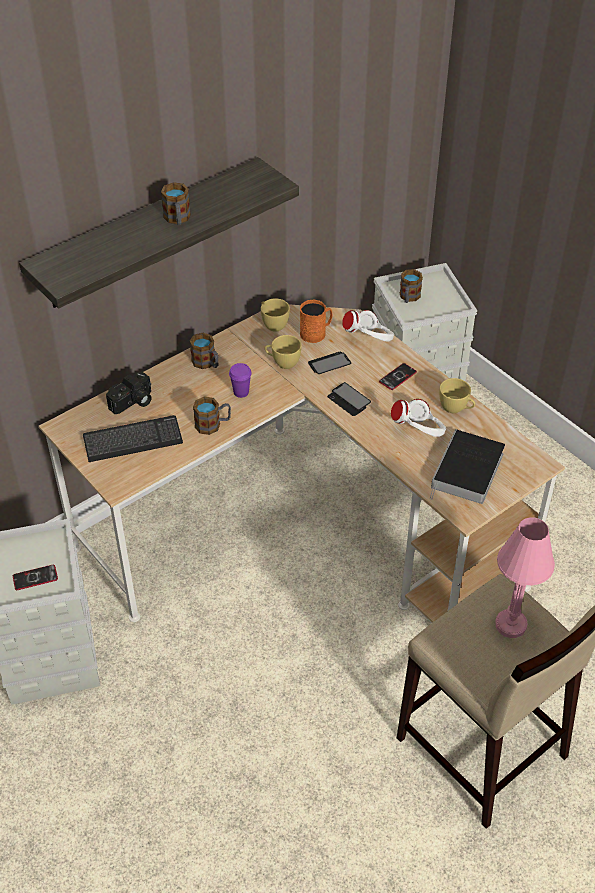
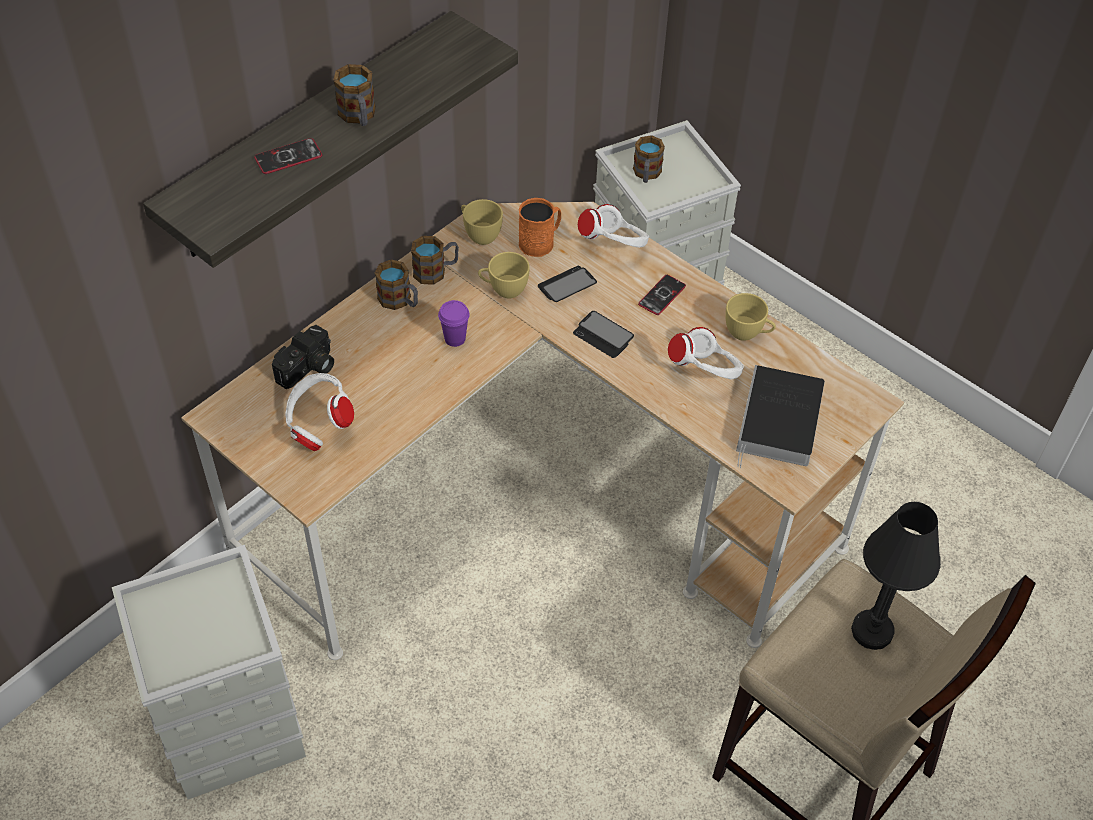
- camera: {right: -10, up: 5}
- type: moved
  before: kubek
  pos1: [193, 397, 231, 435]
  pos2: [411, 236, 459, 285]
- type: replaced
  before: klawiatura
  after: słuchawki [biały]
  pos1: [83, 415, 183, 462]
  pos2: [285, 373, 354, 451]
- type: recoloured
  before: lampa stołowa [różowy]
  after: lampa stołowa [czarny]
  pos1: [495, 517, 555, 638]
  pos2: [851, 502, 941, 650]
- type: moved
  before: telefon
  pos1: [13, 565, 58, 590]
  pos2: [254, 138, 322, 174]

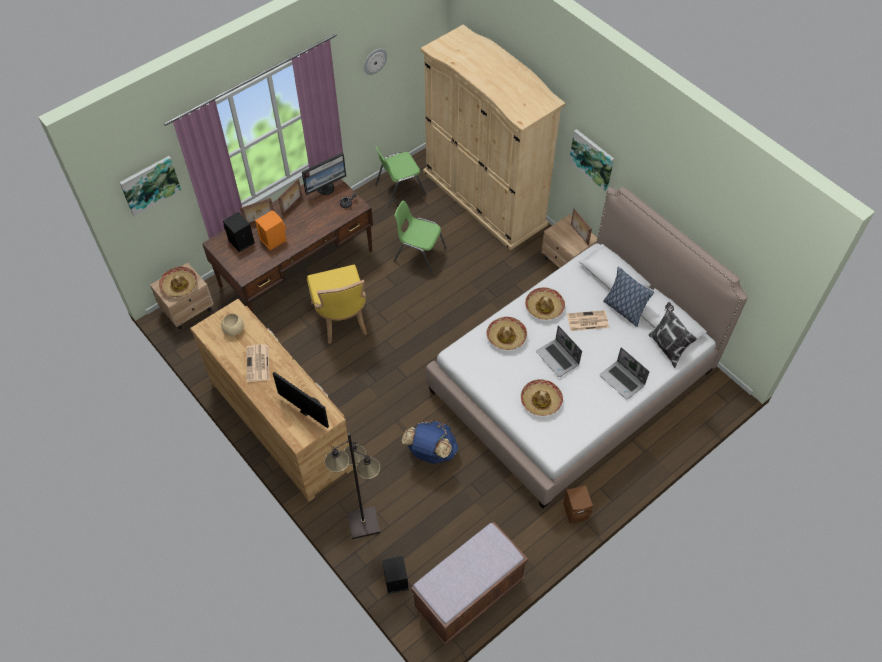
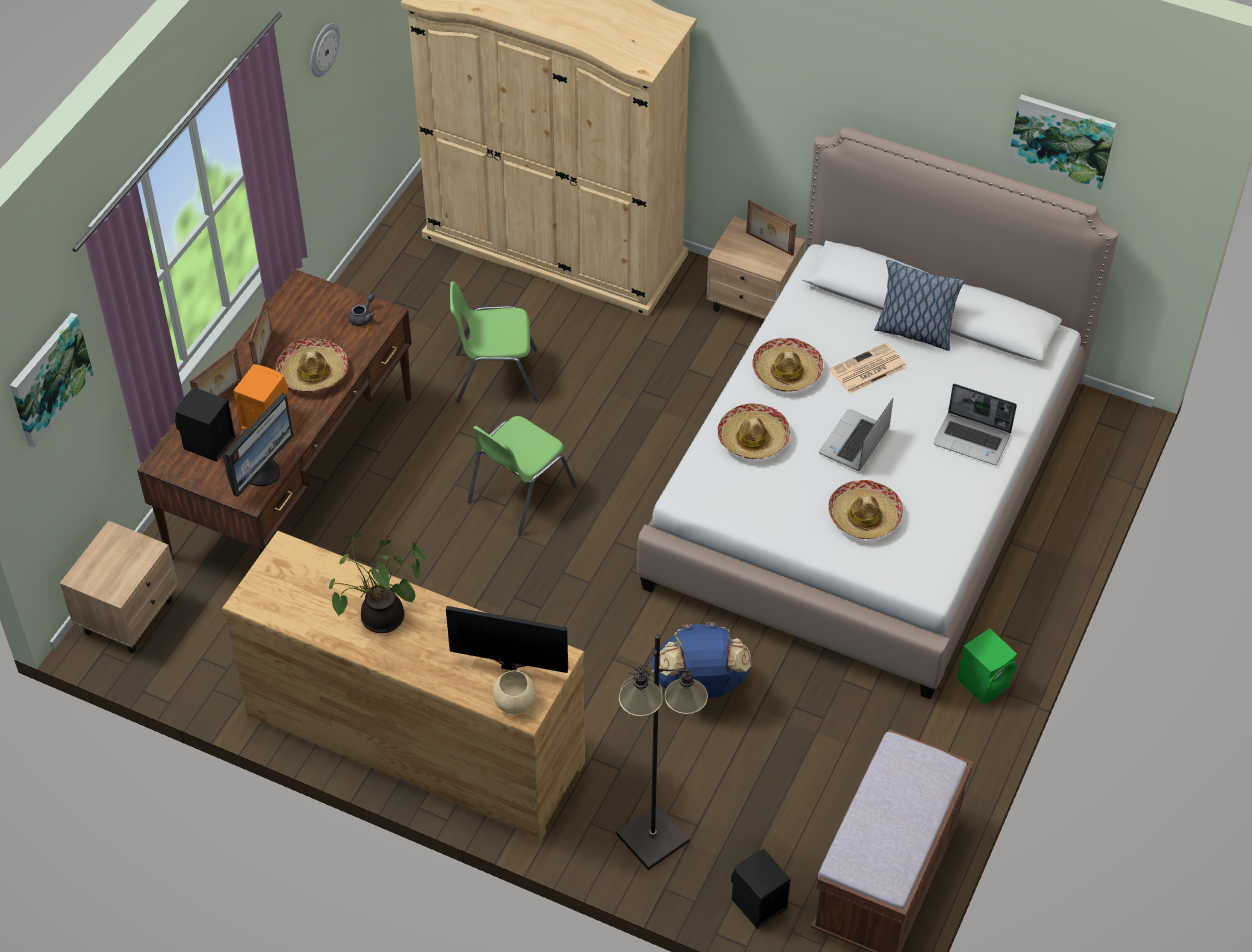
- camera: {right: -25, up: -5}
- type: moved
  before: obraz
  pos1: [569, 129, 614, 191]
  pos2: [1008, 94, 1117, 190]
- type: moved
  before: krzesło [zielony]
  pos1: [375, 146, 426, 207]
  pos2: [468, 416, 577, 536]
- type: moved
  before: monitor
  pos1: [302, 152, 346, 195]
  pos2: [223, 392, 294, 497]
- type: removed
  before: krzesło [żółty]
  pos1: [307, 265, 367, 344]
- type: moved
  before: kapelusz
  pos1: [159, 266, 197, 297]
  pos2: [276, 338, 348, 393]
- type: removed
  before: poduszka
  pos1: [649, 302, 697, 368]
- type: moved
  before: miska [beżowy]
  pos1: [221, 314, 244, 336]
  pos2: [493, 670, 536, 714]
- type: turned
  before: laptop
  pos1: [536, 325, 582, 377]
  pos2: [819, 398, 893, 471]
  turn: 90
- type: replaced
  before: gazeta
  after: roślina doniczkowa
  pos1: [246, 344, 269, 382]
  pos2: [329, 532, 426, 633]
- type: recoloured
  before: głośnik [brązowy]
  after: głośnik [zielony]
  pos1: [563, 486, 593, 523]
  pos2: [957, 628, 1017, 705]

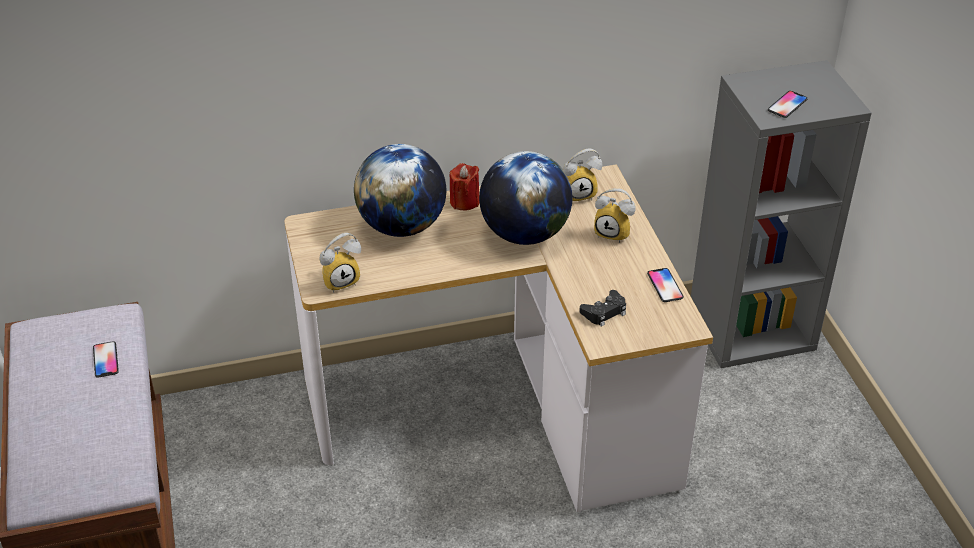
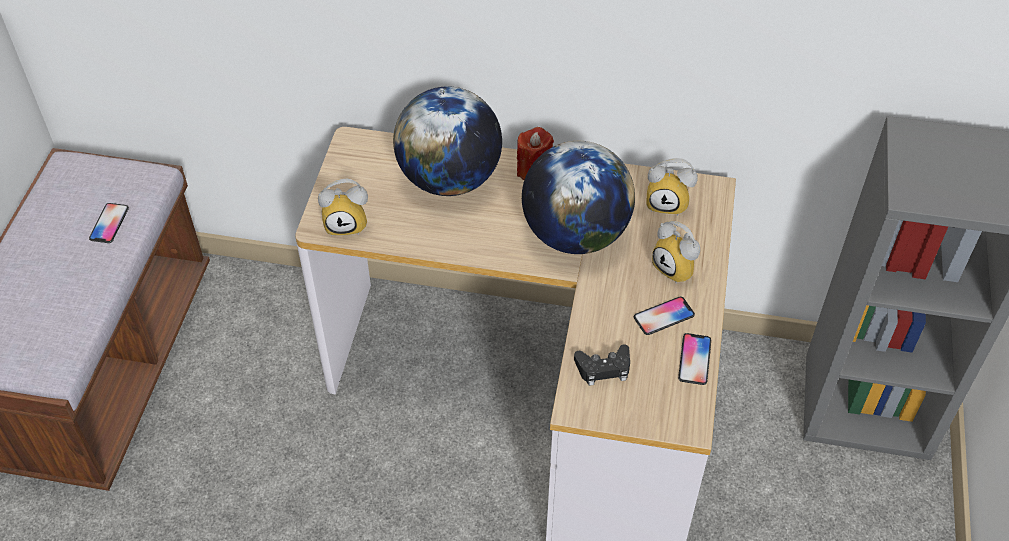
- camera: {right: 25, up: 10}
- type: moved
  before: telefon
  pos1: [768, 91, 808, 118]
  pos2: [634, 297, 695, 335]

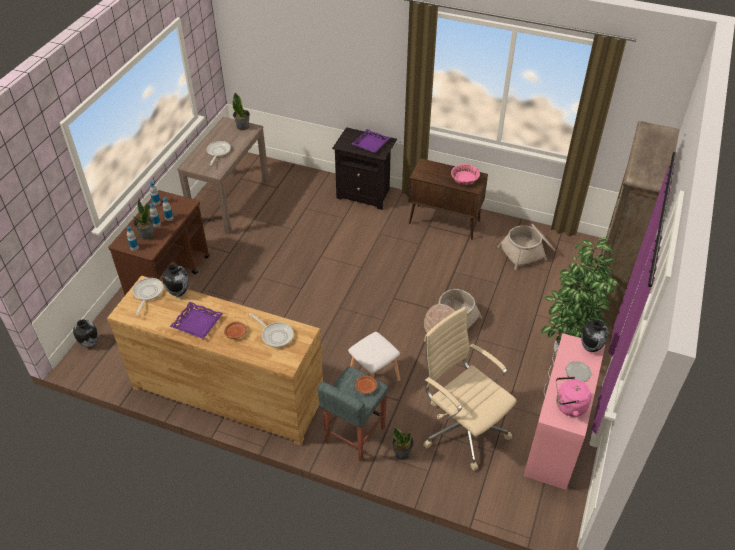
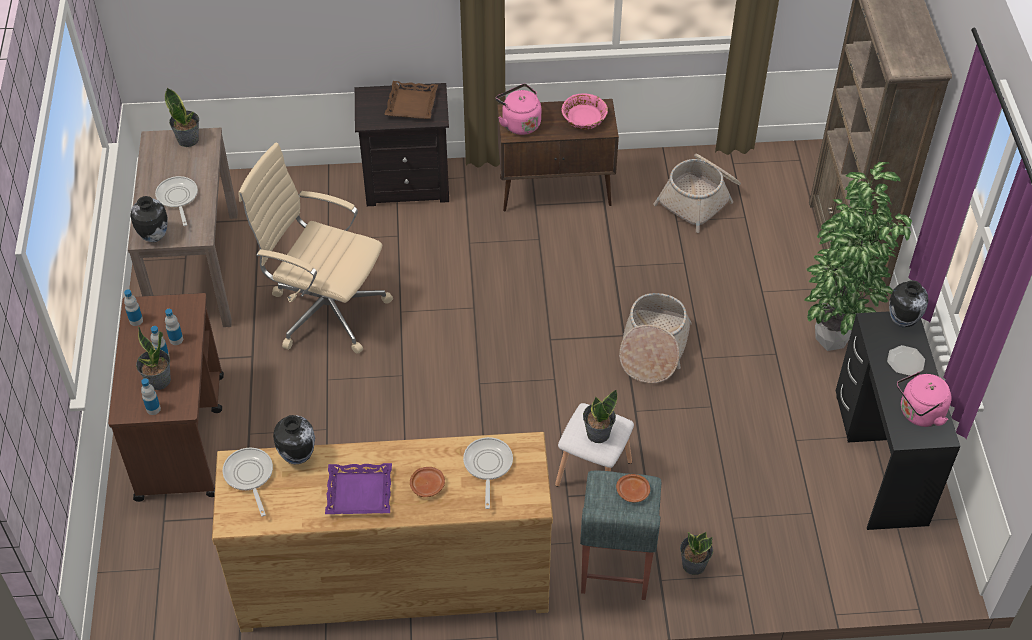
- camera: {right: -25, up: 5}
- type: recoloured
  before: taca [fioletowy]
  after: taca [brązowy]
  pos1: [352, 129, 390, 153]
  pos2: [384, 81, 438, 119]
- type: moved
  before: krzesło biurowe [beżowy]
  pos1: [423, 307, 517, 471]
  pos2: [238, 142, 393, 354]
- type: turned
  before: patelnia
  pos1: [249, 313, 294, 348]
  pos2: [463, 437, 513, 509]
  turn: -105
- type: moved
  before: wazon
  pos1: [73, 319, 97, 347]
  pos2: [131, 196, 168, 242]
- type: recoloured
  before: biurko [różowy]
  after: biurko [czarny]
  pos1: [523, 333, 605, 490]
  pos2: [836, 311, 960, 530]
- type: added
  after: czajnik [różowy]
  pos2: [496, 84, 541, 135]
- type: added
  after: roślina doniczkowa
  pos2: [583, 389, 617, 443]

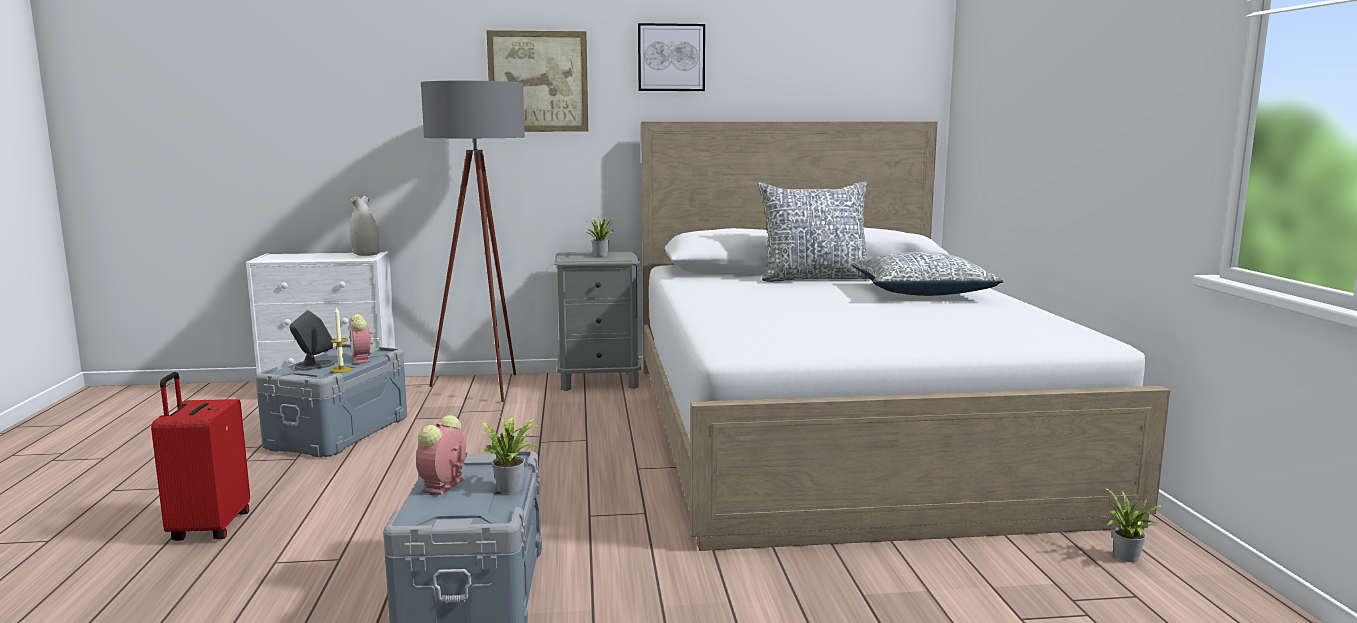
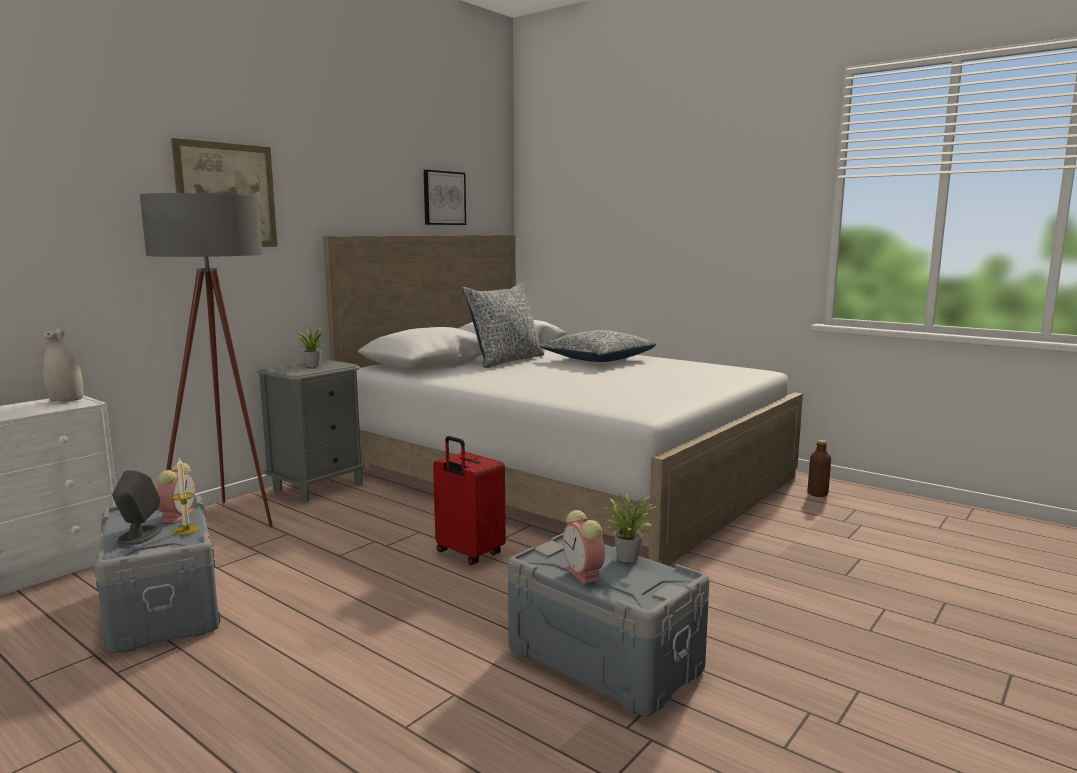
- camera: {right: -45, up: 0}
- type: moved
  before: obraz
  pos1: [638, 23, 705, 91]
  pos2: [423, 170, 466, 225]
- type: turned
  before: budzik
  pos1: [349, 314, 373, 364]
  pos2: [157, 463, 195, 523]
  turn: -105
- type: moved
  before: walizka [czerwony]
  pos1: [151, 372, 250, 541]
  pos2: [433, 436, 506, 565]
- type: replaced
  before: roślina doniczkowa
  after: butelka [brązowy]
  pos1: [1102, 488, 1164, 562]
  pos2: [807, 440, 831, 497]

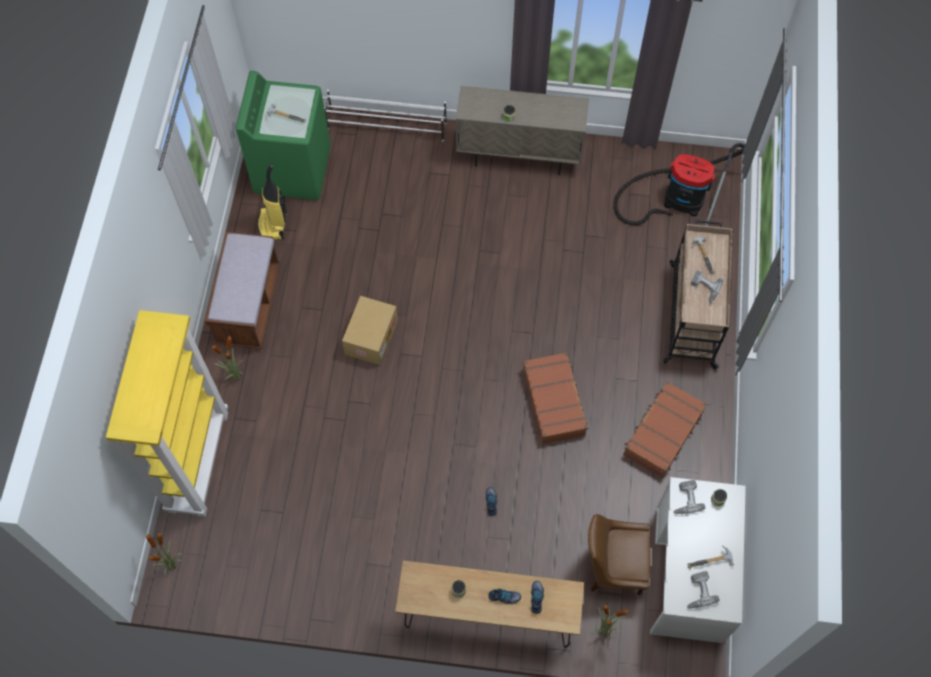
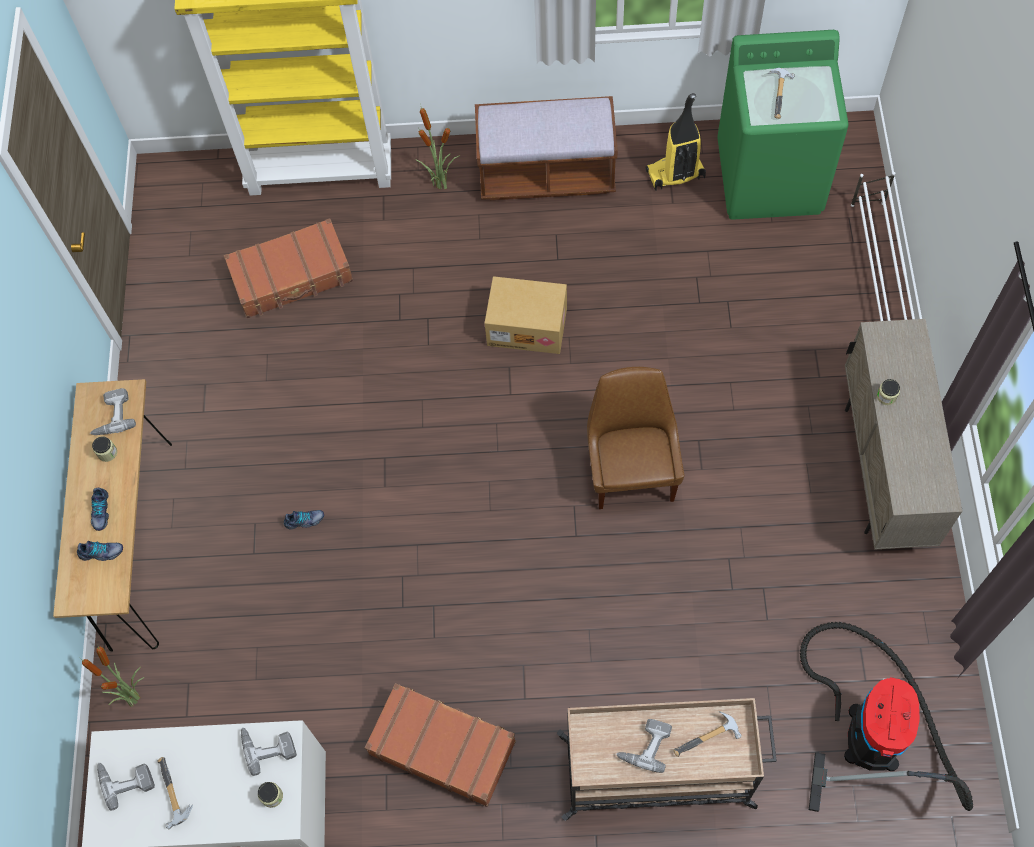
- camera: {right: 85, up: 0}
- type: moved
  before: walizka [brązowy]
  pos1: [523, 352, 588, 445]
  pos2: [224, 218, 353, 318]
- type: moved
  before: krzesło [brązowy]
  pos1: [588, 514, 651, 595]
  pos2: [587, 367, 684, 509]
- type: removed
  before: roślina doniczkowa
  pos1: [145, 532, 183, 574]
- type: added
  after: wiertarka
  pos2: [90, 388, 136, 435]

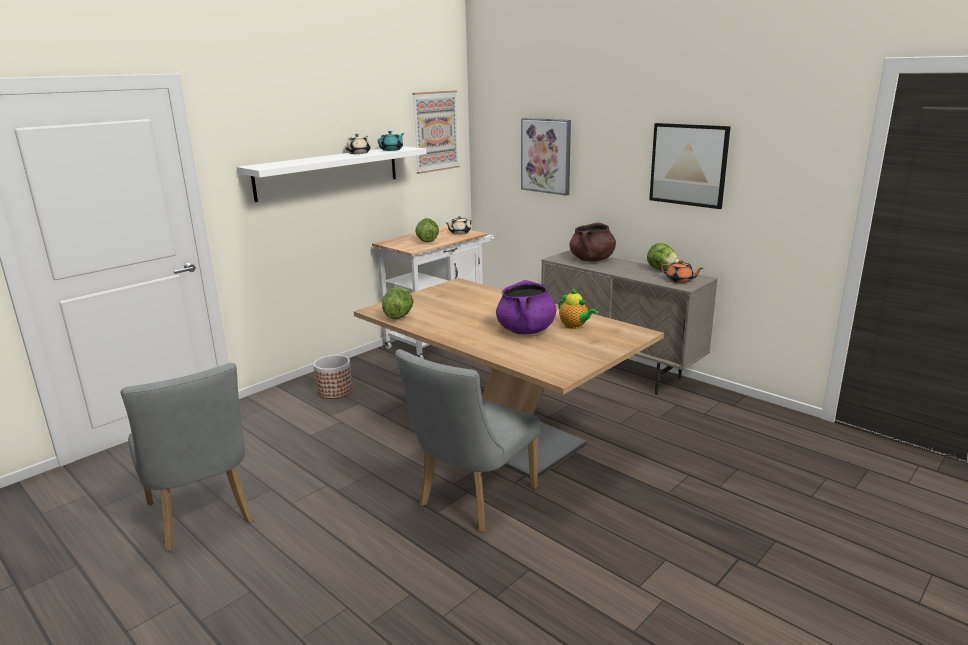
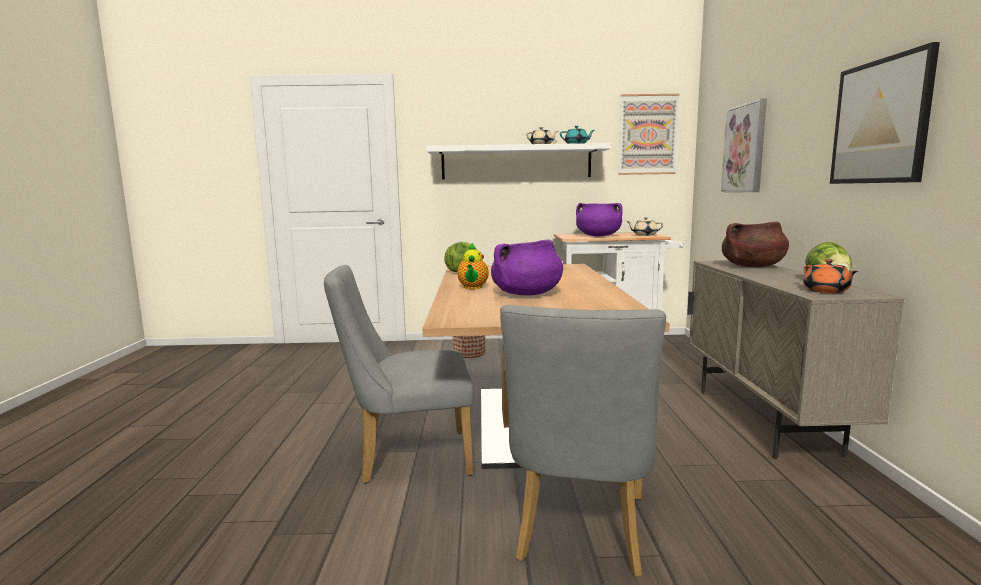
- camera: {right: 45, up: -10}
- type: replaced
  before: sałata
  after: garnek [fioletowy]
  pos1: [415, 218, 439, 243]
  pos2: [576, 203, 623, 236]
- type: moved
  before: imbryk
  pos1: [558, 288, 599, 329]
  pos2: [457, 243, 489, 289]
- type: moved
  before: krzesło [szary]
  pos1: [120, 363, 253, 551]
  pos2: [500, 305, 666, 577]

